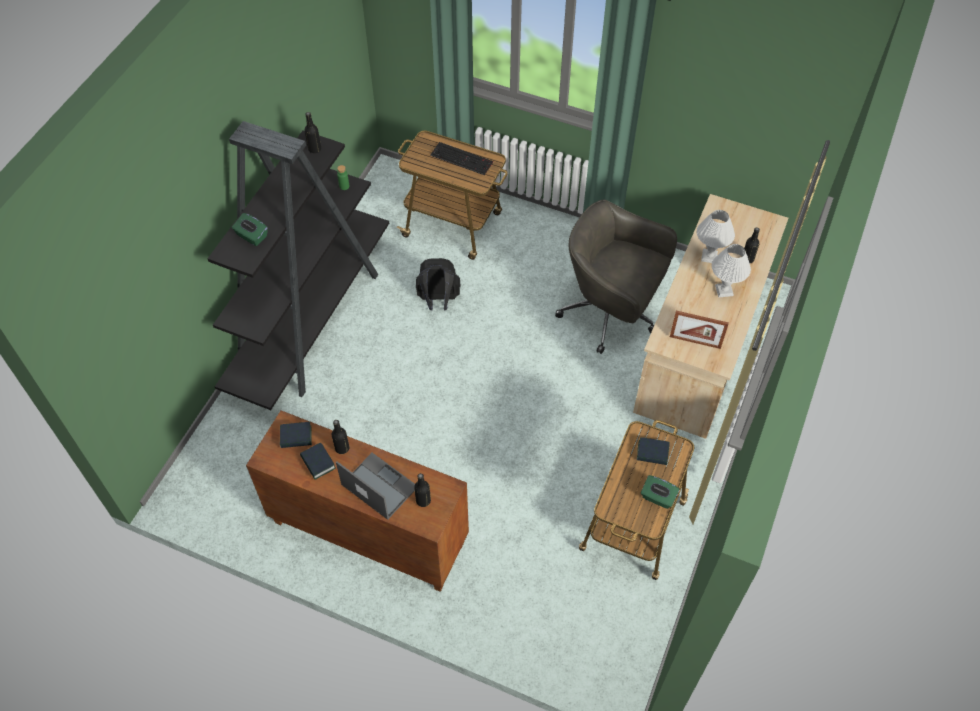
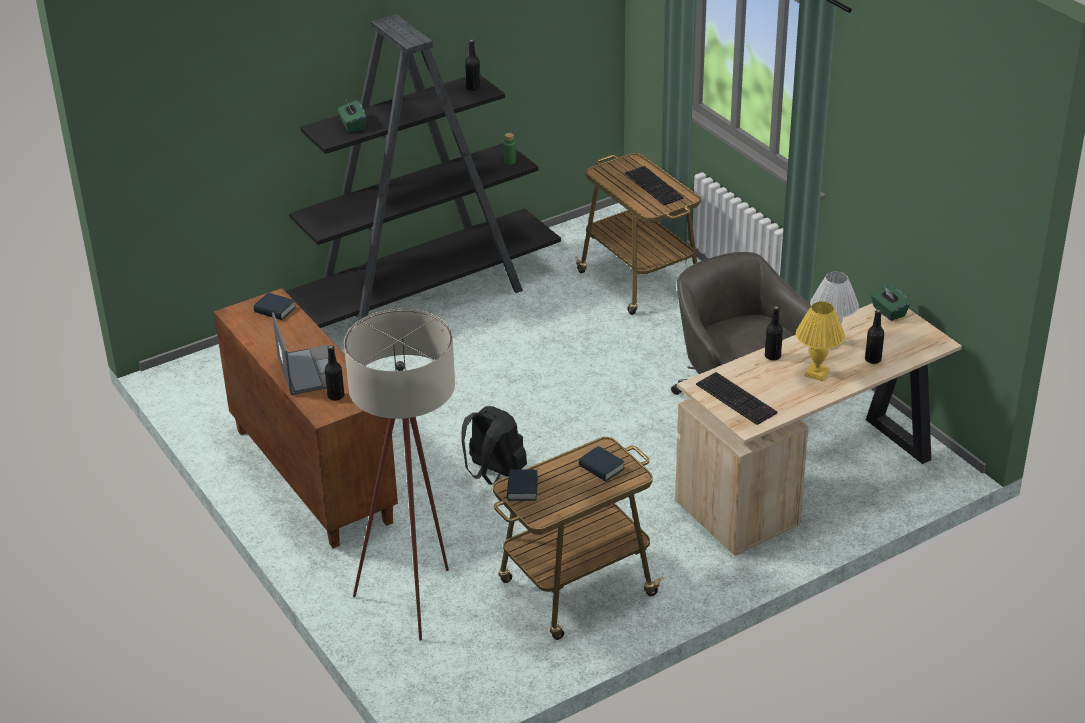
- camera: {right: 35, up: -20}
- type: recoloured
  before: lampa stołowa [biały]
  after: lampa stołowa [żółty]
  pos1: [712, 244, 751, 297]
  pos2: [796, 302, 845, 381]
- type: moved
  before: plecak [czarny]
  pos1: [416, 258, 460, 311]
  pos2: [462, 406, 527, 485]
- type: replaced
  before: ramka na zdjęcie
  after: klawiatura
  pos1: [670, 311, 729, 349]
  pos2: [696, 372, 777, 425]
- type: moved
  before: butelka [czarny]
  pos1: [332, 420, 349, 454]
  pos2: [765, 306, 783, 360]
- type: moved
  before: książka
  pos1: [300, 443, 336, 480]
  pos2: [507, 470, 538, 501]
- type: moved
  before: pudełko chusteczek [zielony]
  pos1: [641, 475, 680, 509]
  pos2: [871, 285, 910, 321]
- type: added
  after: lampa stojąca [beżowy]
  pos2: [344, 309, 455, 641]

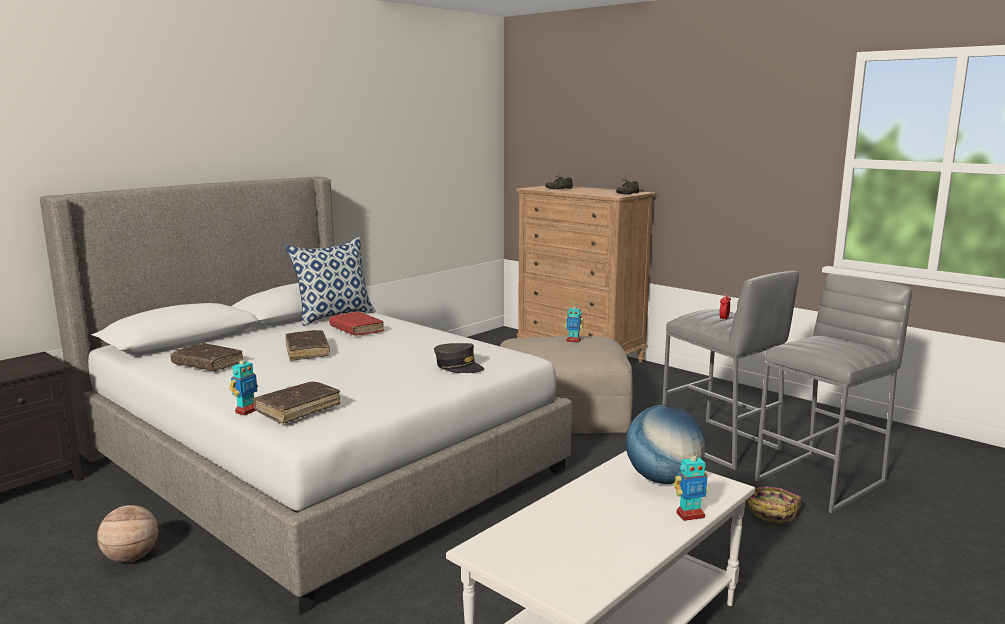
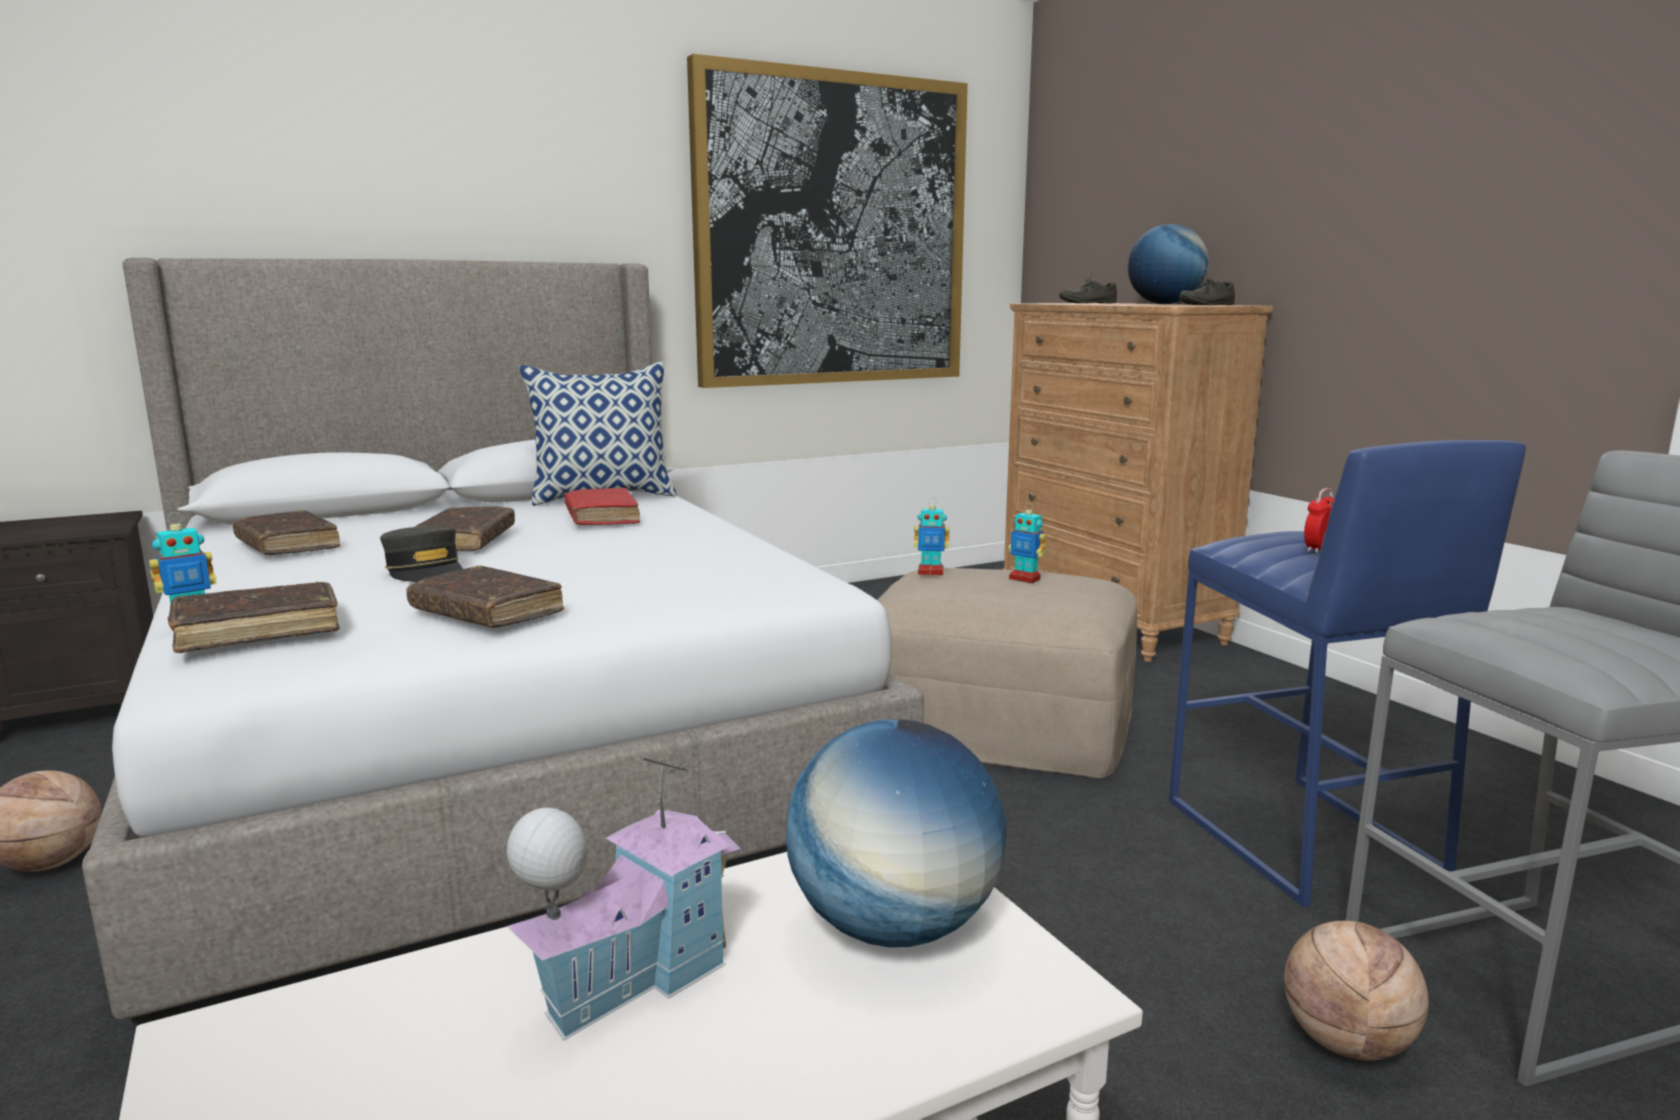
- camera: {right: 20, up: 0}
- type: recoloured
  before: stołek [szary]
  after: stołek [niebieski]
  pos1: [662, 271, 799, 470]
  pos2: [1169, 440, 1526, 908]
- type: moved
  before: czapka z daszkiem [szary]
  pos1: [434, 343, 484, 373]
  pos2: [380, 526, 463, 582]
- type: moved
  before: robot zabawkowy
  pos1: [674, 451, 709, 521]
  pos2: [914, 498, 950, 575]
- type: replaced
  before: koszyk
  after: piłka do koszykówki
  pos1: [746, 486, 802, 524]
  pos2: [1284, 921, 1429, 1060]
- type: added
  after: obraz
  pos2: [687, 54, 968, 388]
- type: added
  after: globus
  pos2: [1128, 224, 1208, 304]
- type: added
  after: książka [brązowy]
  pos2: [406, 565, 564, 628]
- type: added
  after: domek
  pos2: [506, 757, 741, 1041]

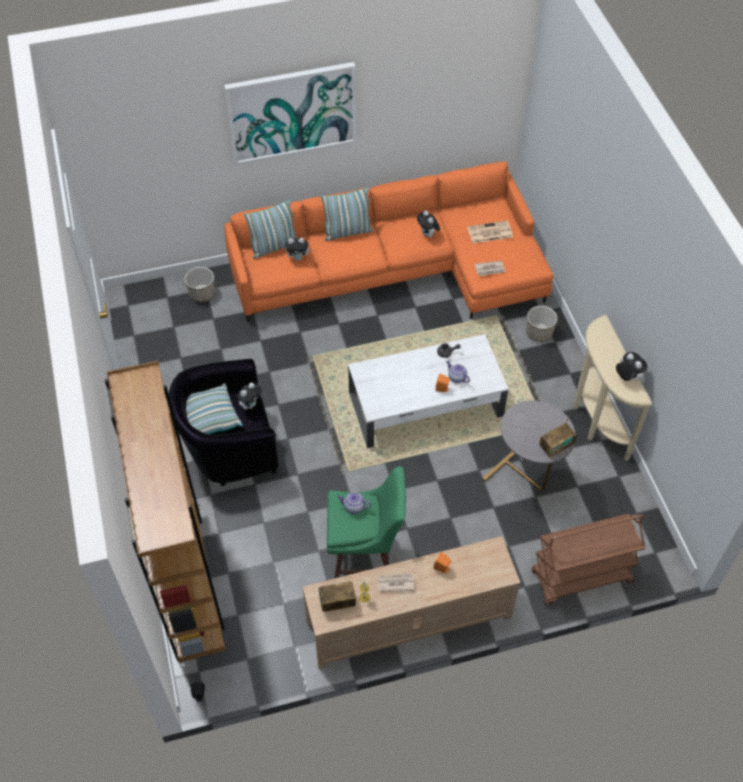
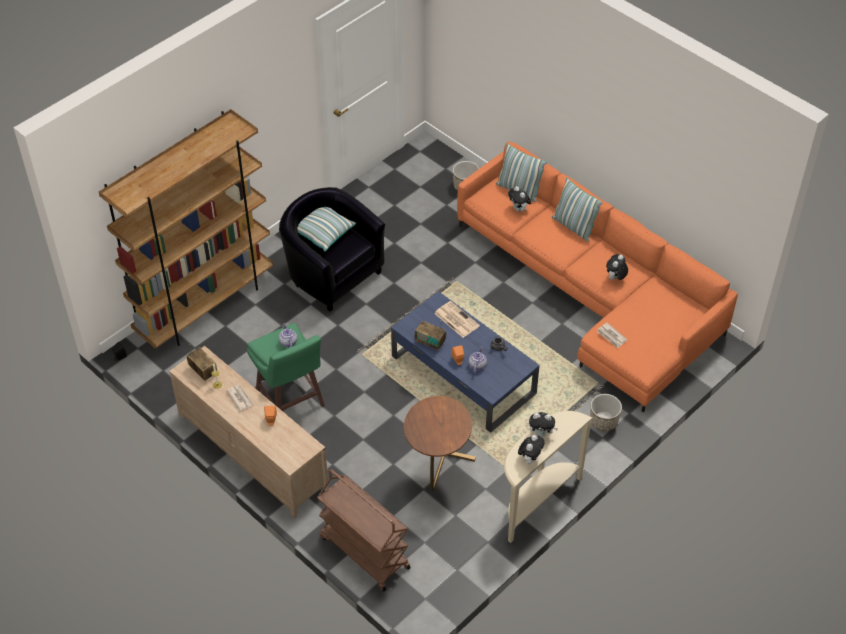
- camera: {right: 60, up: -5}
- type: removed
  before: obraz
  pos1: [224, 62, 357, 165]
- type: moved
  before: gazeta
  pos1: [467, 221, 513, 243]
  pos2: [434, 301, 480, 338]
- type: recoloured
  before: ława [biały]
  after: ława [niebieski]
  pos1: [348, 334, 508, 448]
  pos2: [391, 291, 540, 433]
- type: moved
  before: pluszak
  pos1: [236, 383, 262, 410]
  pos2: [529, 412, 558, 437]
- type: recoloured
  before: stolik [szary]
  after: stolik [brązowy]
  pos1: [482, 401, 576, 491]
  pos2: [404, 396, 476, 491]
- type: moved
  before: radio
  pos1: [539, 416, 577, 458]
  pos2: [415, 320, 446, 351]

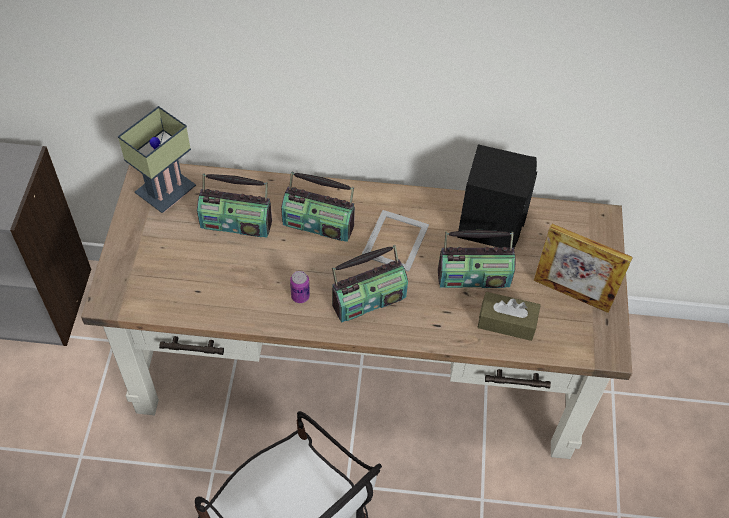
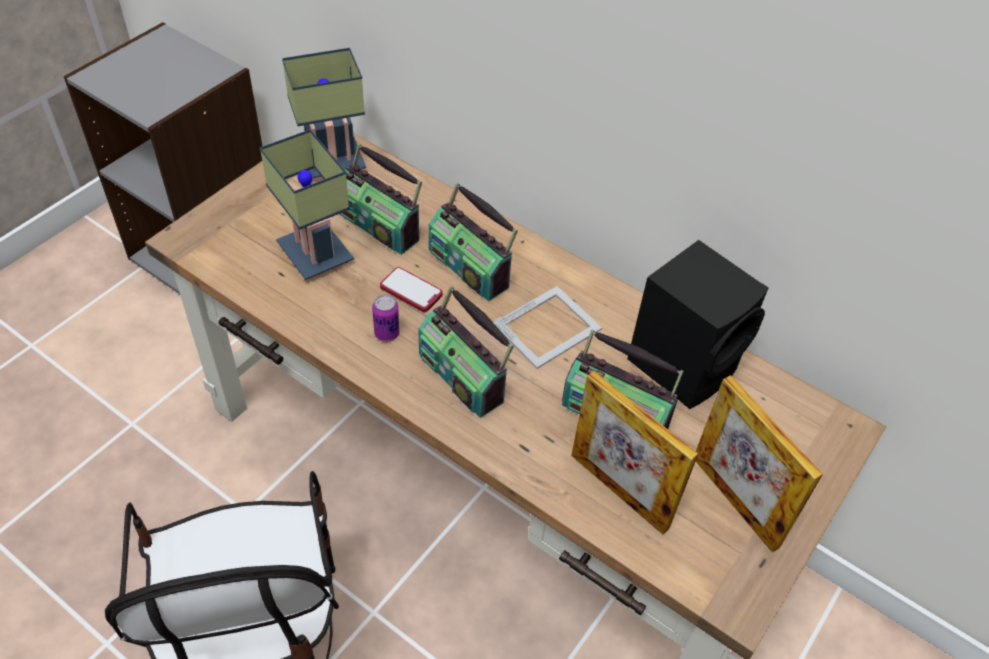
- camera: {right: 30, up: -5}
- type: turned
  before: radio
  pos1: [332, 245, 408, 323]
  pos2: [418, 286, 514, 418]
  turn: 45
- type: replaced
  before: pudełko chusteczek [brązowy]
  after: ramka na zdjęcie
  pos1: [477, 292, 541, 341]
  pos2: [571, 371, 698, 535]
- type: added
  after: lampa stołowa
  pos2: [260, 129, 354, 280]
- type: added
  after: telefon
  pos2: [380, 267, 443, 312]

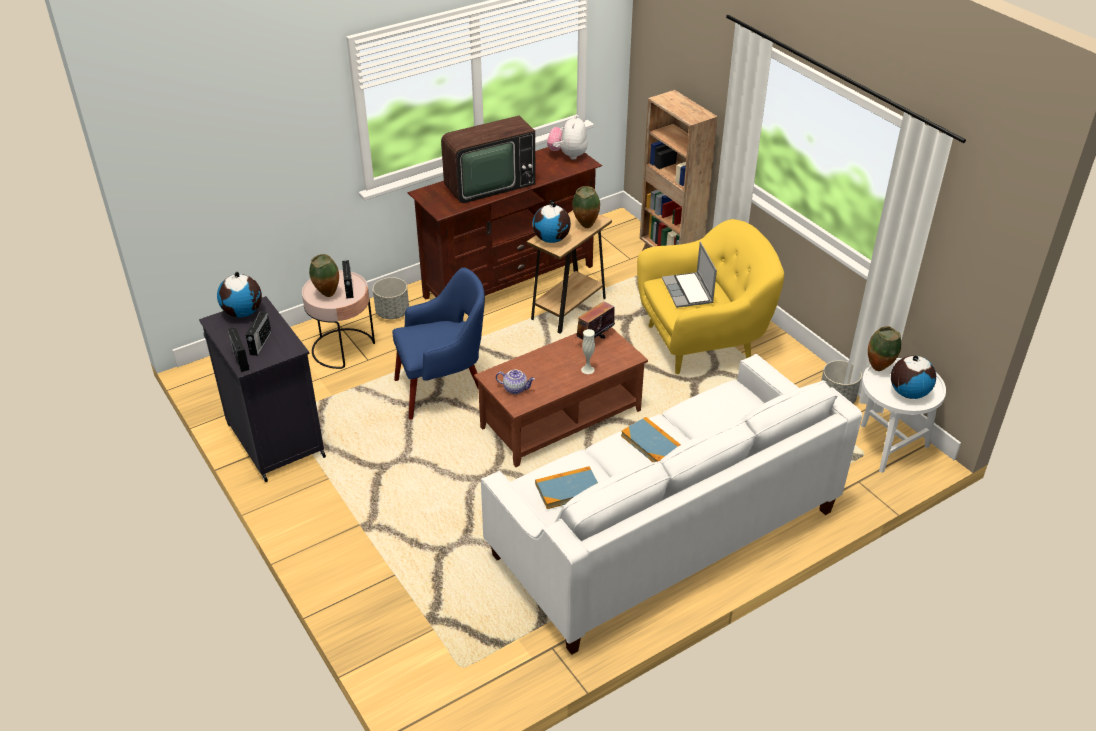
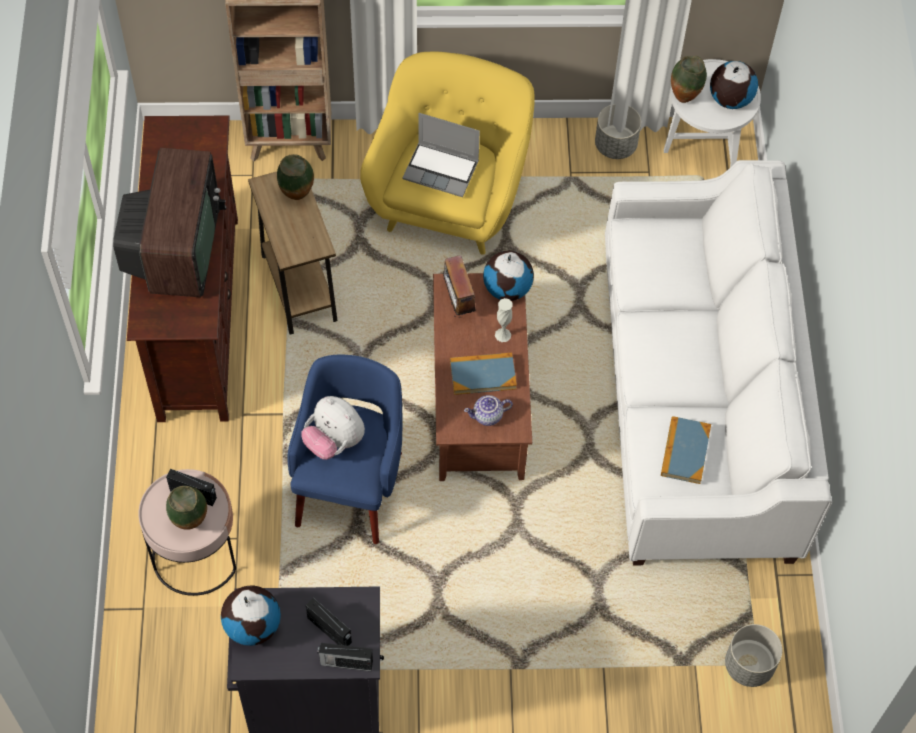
- camera: {right: -60, up: 20}
- type: moved
  before: pluszak
  pos1: [547, 115, 588, 160]
  pos2: [301, 396, 365, 460]
- type: moved
  before: globus
  pos1: [533, 202, 571, 243]
  pos2: [483, 251, 534, 301]
- type: moved
  before: donica [szary]
  pos1: [373, 277, 409, 319]
  pos2: [725, 624, 782, 687]
- type: turned
  before: imbryk
  pos1: [496, 369, 535, 394]
  pos2: [464, 395, 513, 426]
  turn: -150
- type: moved
  before: książka
  pos1: [621, 417, 681, 462]
  pos2: [450, 353, 517, 395]

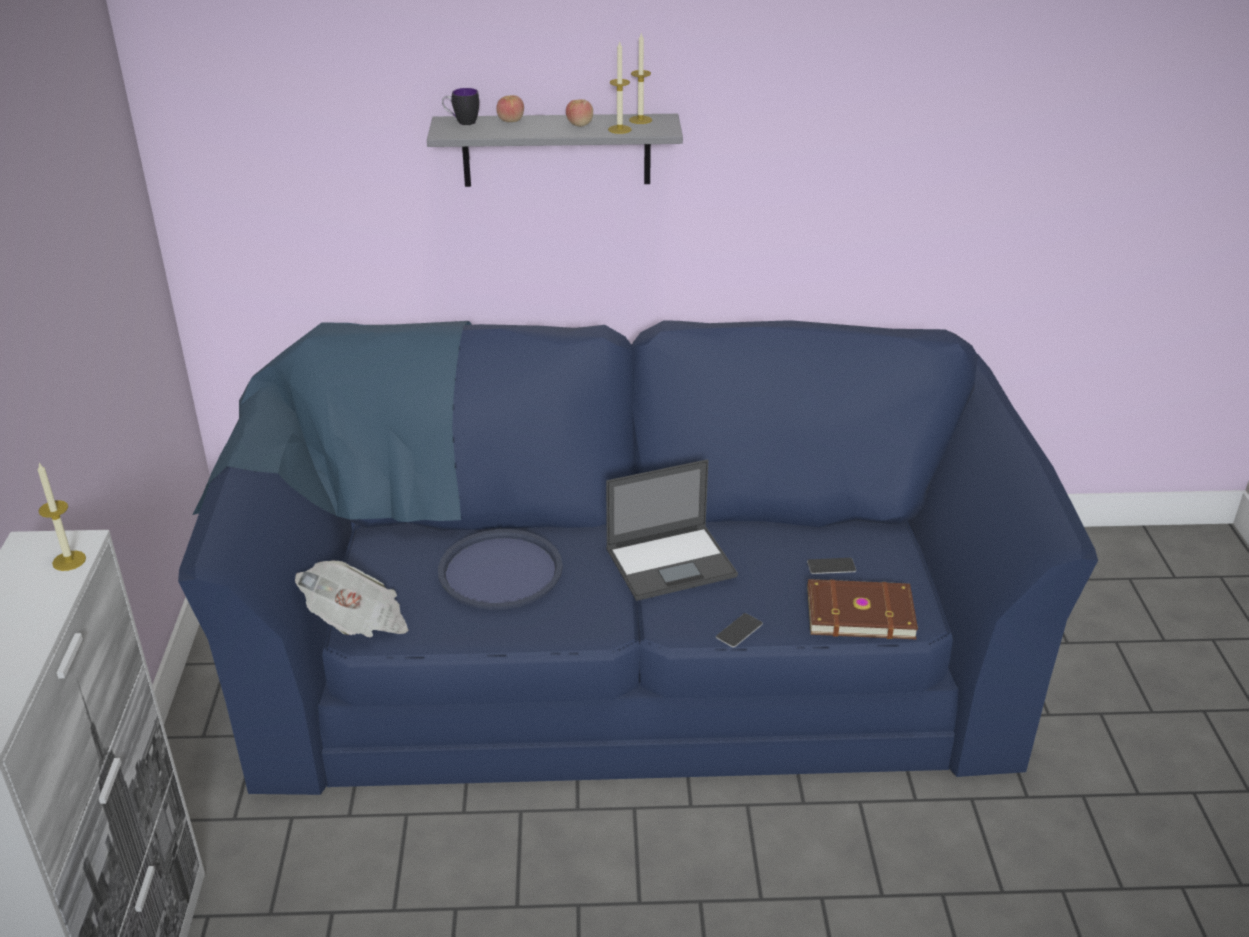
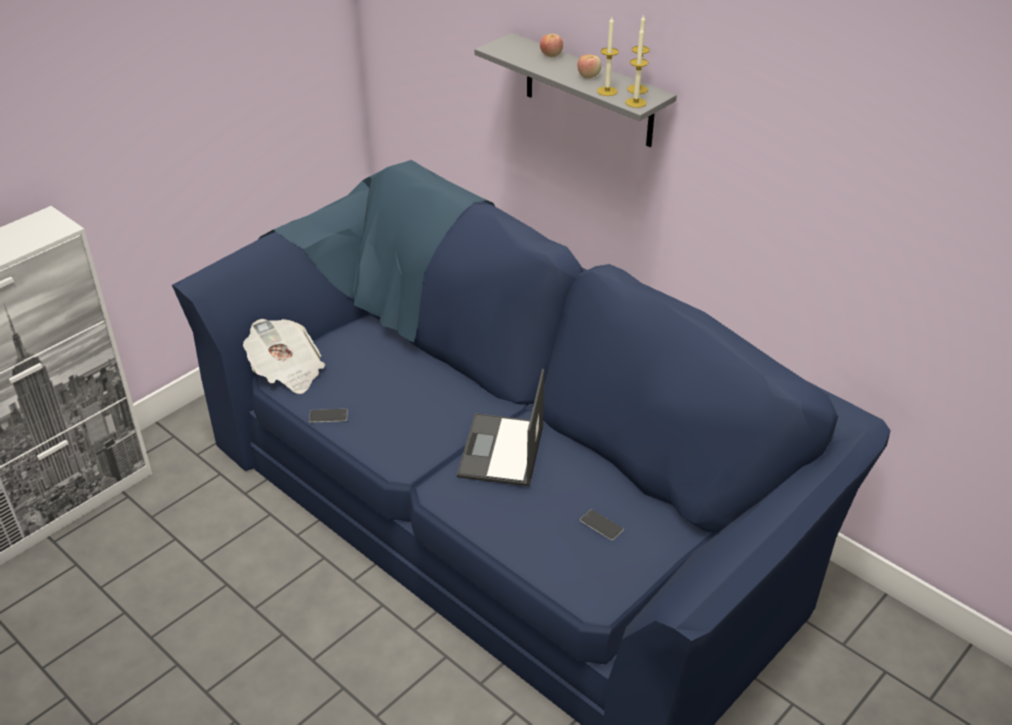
- camera: {right: 45, up: 5}
- type: removed
  before: kubek
  pos1: [442, 88, 479, 125]
- type: turned
  before: laptop
  pos1: [606, 459, 738, 601]
  pos2: [457, 369, 544, 487]
  turn: 75
- type: moved
  before: świeca
  pos1: [37, 463, 86, 571]
  pos2: [625, 28, 648, 108]
- type: removed
  before: taca [niebieski]
  pos1: [438, 529, 563, 610]
- type: removed
  before: książka [brązowy]
  pos1: [807, 579, 918, 639]
- type: moved
  before: telefon
  pos1: [716, 613, 763, 648]
  pos2: [309, 409, 348, 423]

